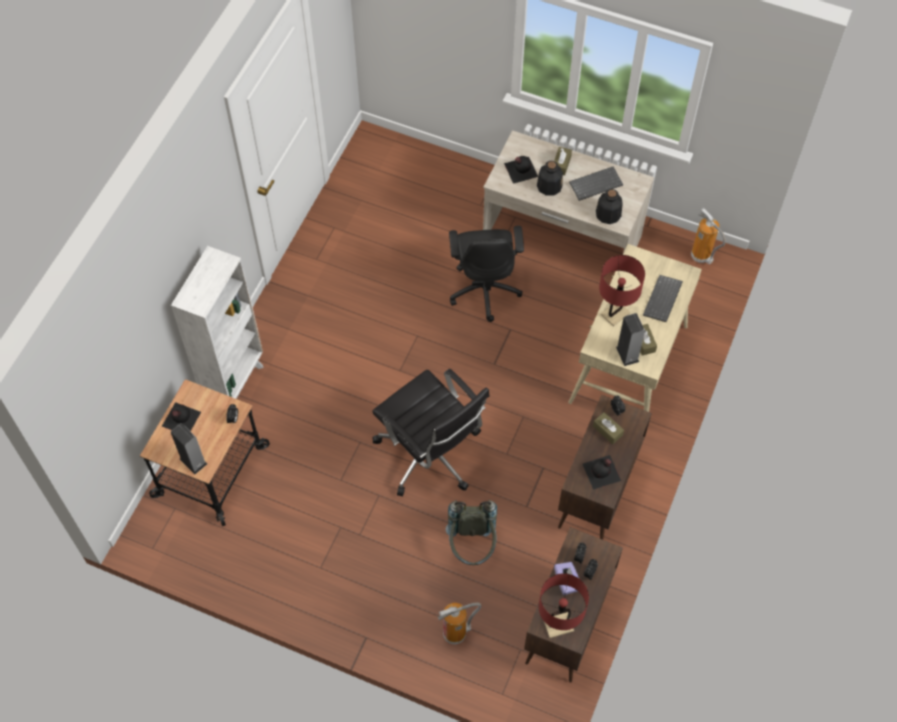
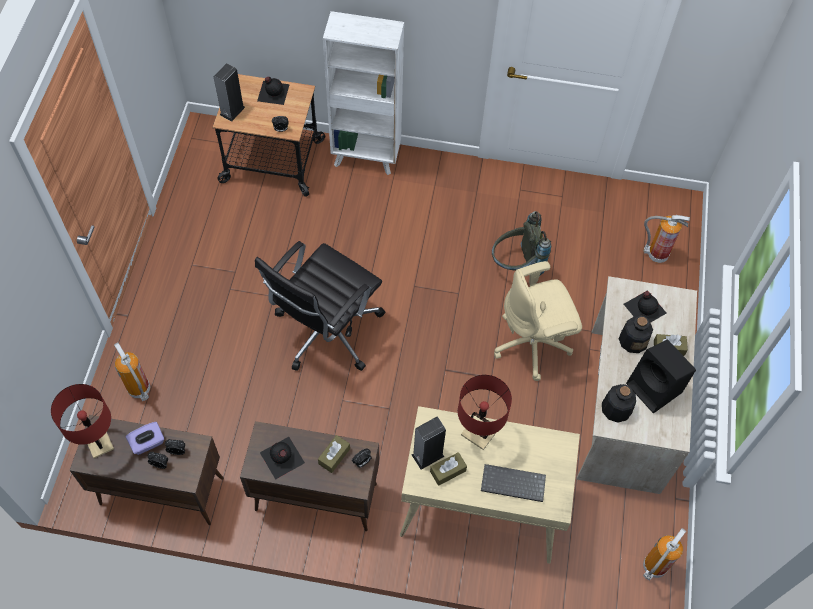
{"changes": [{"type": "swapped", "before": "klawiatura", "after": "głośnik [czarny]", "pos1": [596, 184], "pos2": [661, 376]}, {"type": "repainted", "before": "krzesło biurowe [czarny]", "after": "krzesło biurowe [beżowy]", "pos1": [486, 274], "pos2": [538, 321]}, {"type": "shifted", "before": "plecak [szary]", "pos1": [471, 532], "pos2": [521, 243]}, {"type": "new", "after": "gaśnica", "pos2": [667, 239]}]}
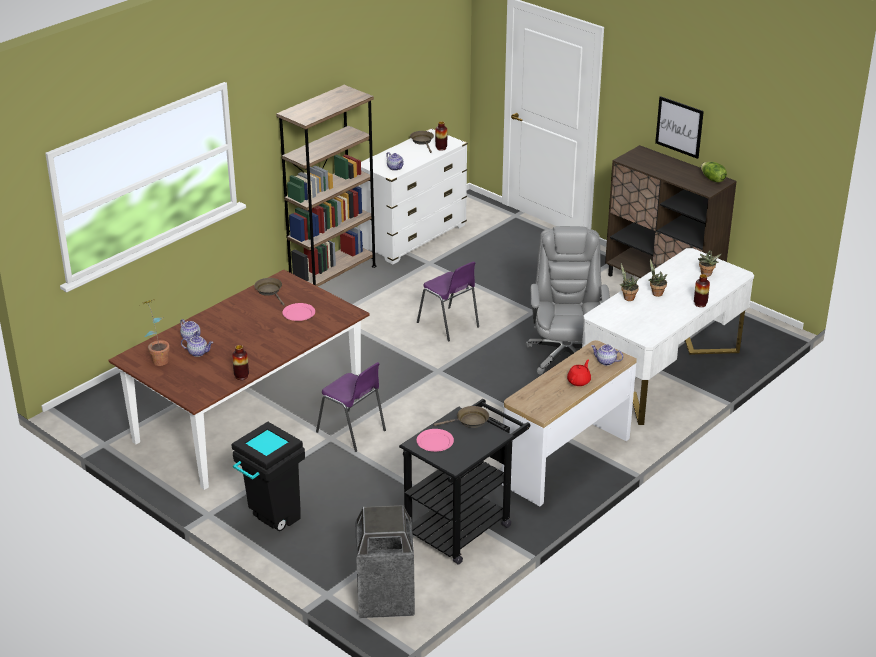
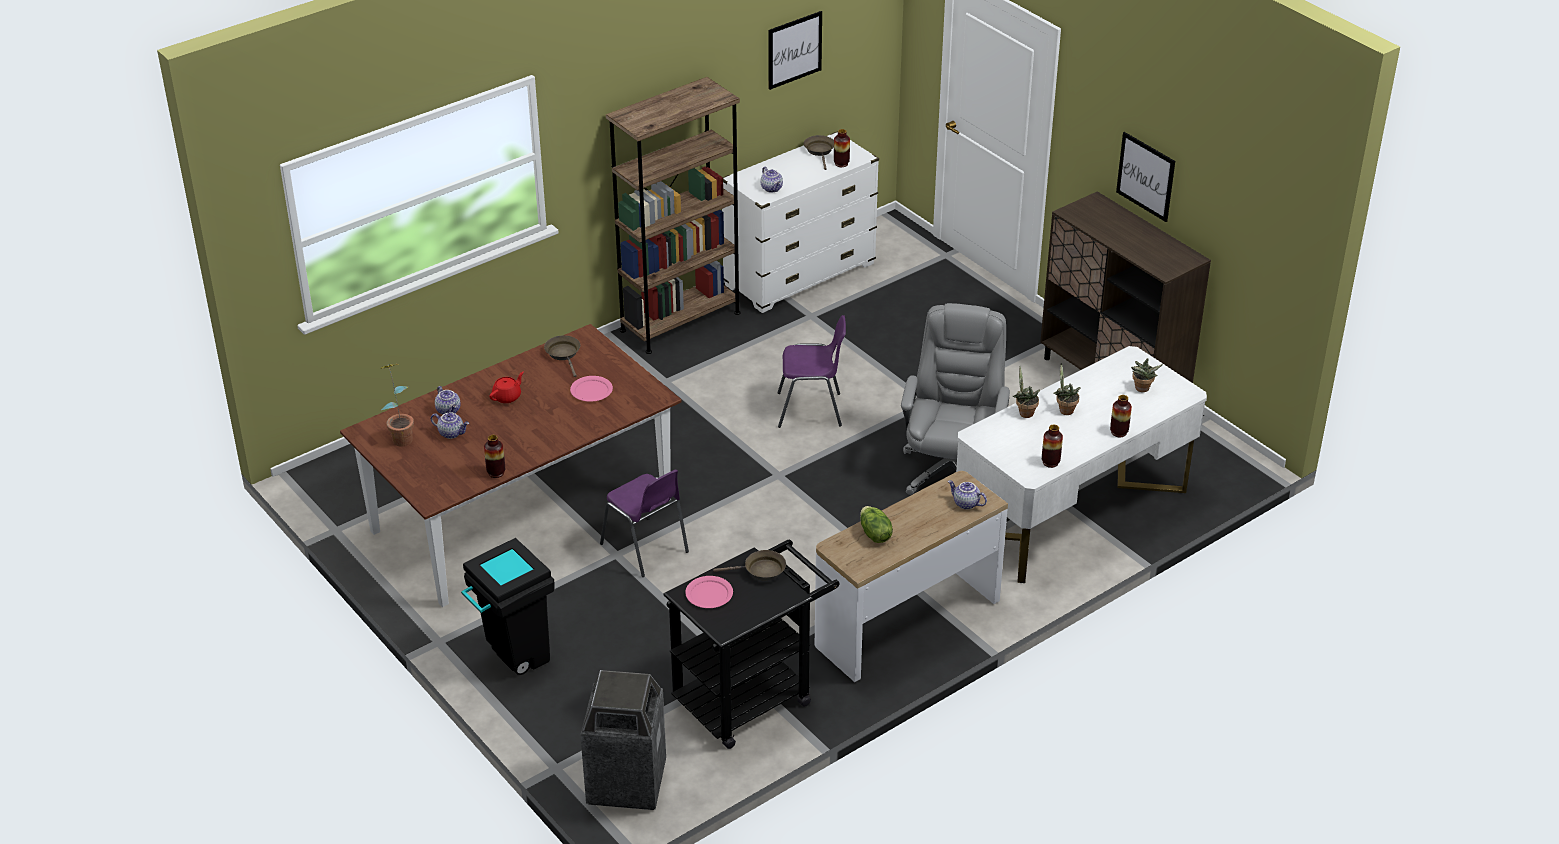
{"changes": [{"type": "shifted", "before": "sałata", "pos1": [714, 172], "pos2": [876, 524]}, {"type": "rotated", "before": "krzesło [fioletowy]", "pos1": [448, 301], "pos2": [811, 371], "turn": -60}, {"type": "shifted", "before": "imbryk [czerwony]", "pos1": [579, 373], "pos2": [507, 387]}, {"type": "new", "after": "obraz", "pos2": [795, 50]}, {"type": "new", "after": "wazon", "pos2": [1052, 446]}]}
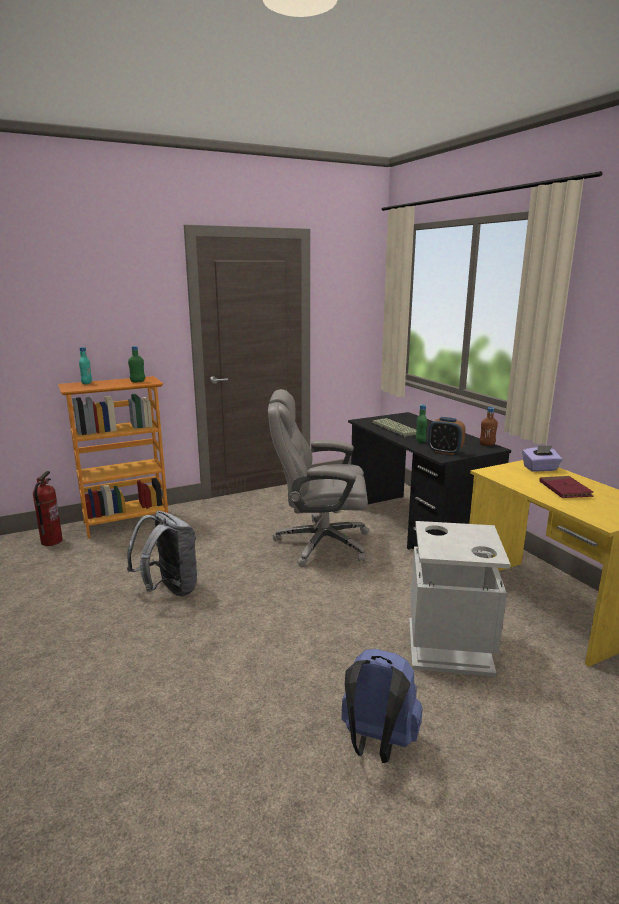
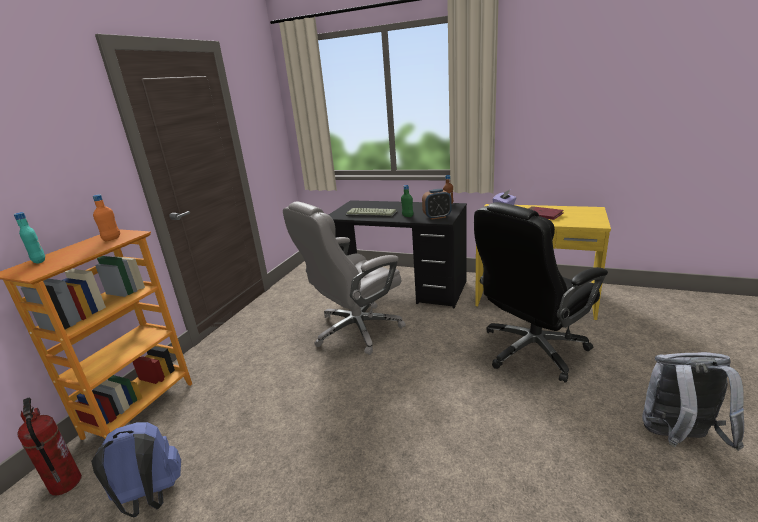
{"changes": [{"type": "repainted", "before": "butelka [zielony]", "after": "butelka [pomarańczowy]", "pos1": [136, 364], "pos2": [106, 217]}, {"type": "shifted", "before": "plecak [szary]", "pos1": [162, 554], "pos2": [693, 401]}, {"type": "swapped", "before": "kosz na śmieci [szary]", "after": "krzesło biurowe [czarny]", "pos1": [460, 599], "pos2": [541, 292]}, {"type": "shifted", "before": "plecak [niebieski]", "pos1": [381, 706], "pos2": [136, 469]}]}
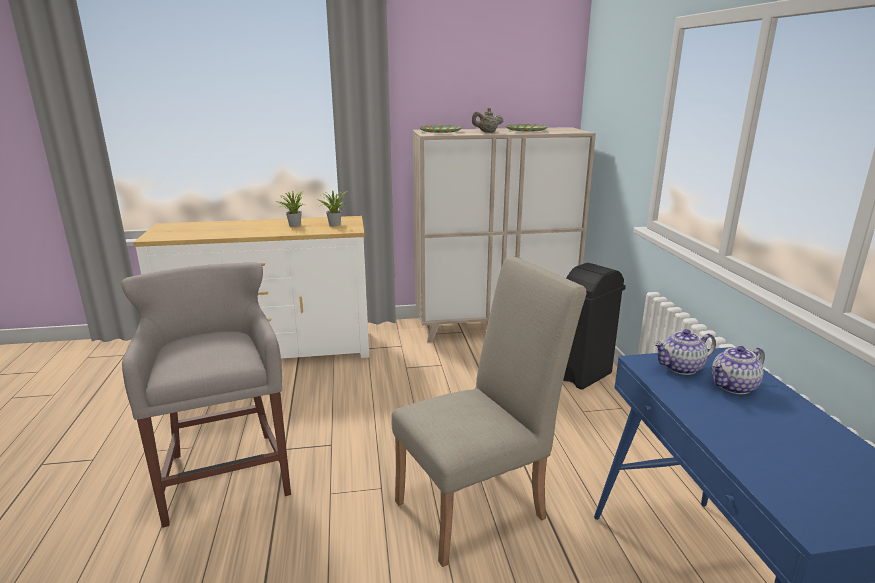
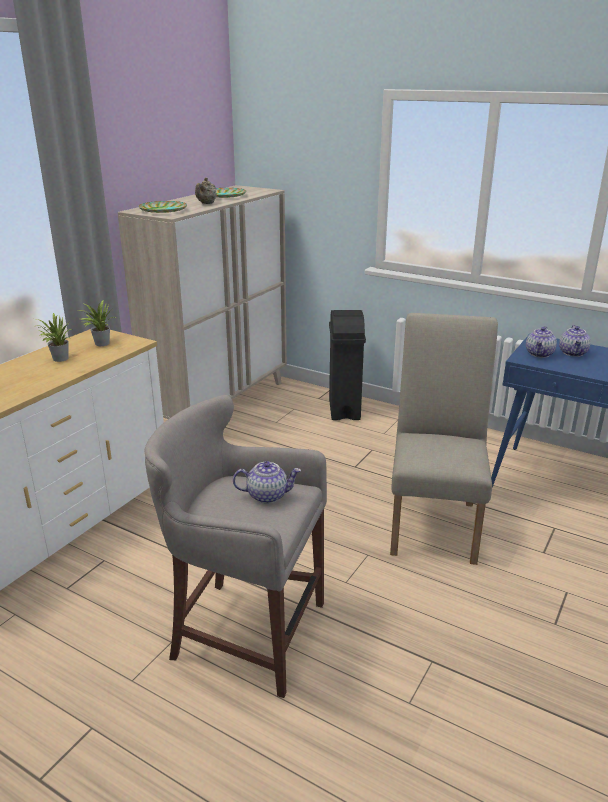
{"changes": [{"type": "new", "after": "imbryk", "pos2": [267, 482]}]}
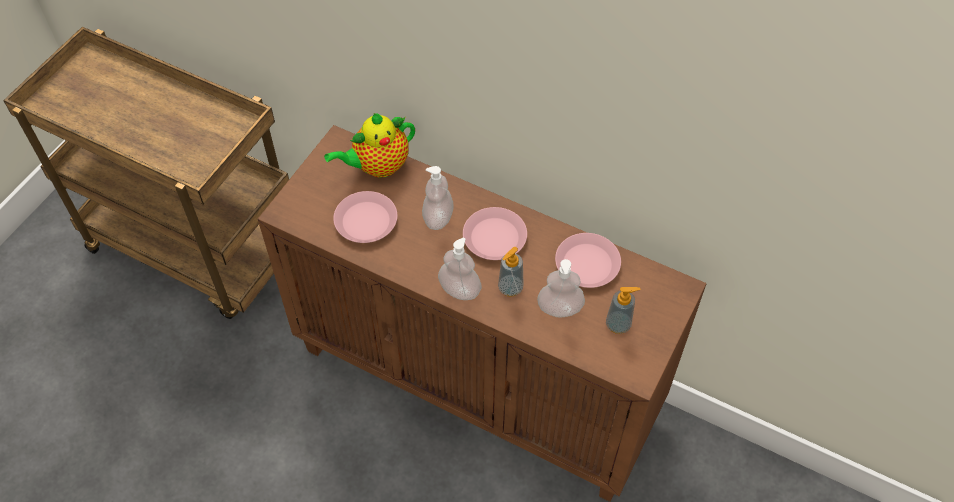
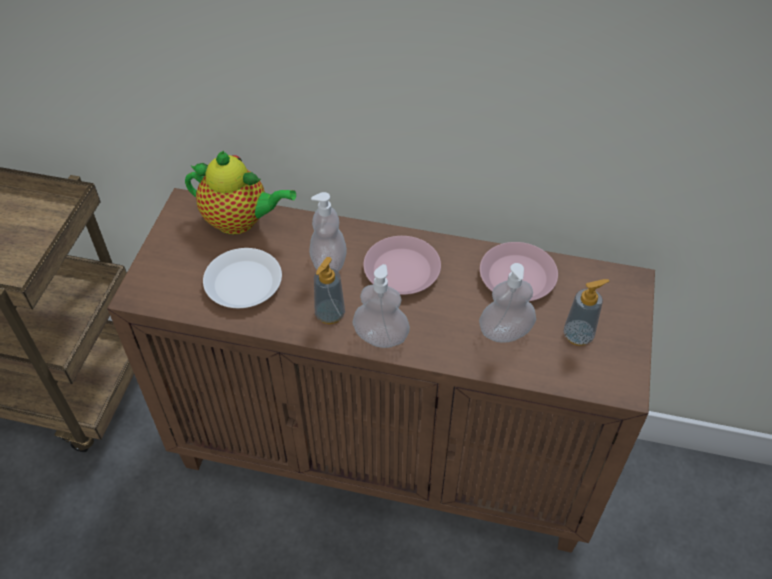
{"changes": [{"type": "rotated", "before": "imbryk", "pos1": [369, 145], "pos2": [240, 193], "turn": -120}, {"type": "repainted", "before": "talerz [różowy]", "after": "talerz [biały]", "pos1": [365, 217], "pos2": [242, 278]}, {"type": "shifted", "before": "dozownik mydła", "pos1": [511, 272], "pos2": [329, 290]}]}
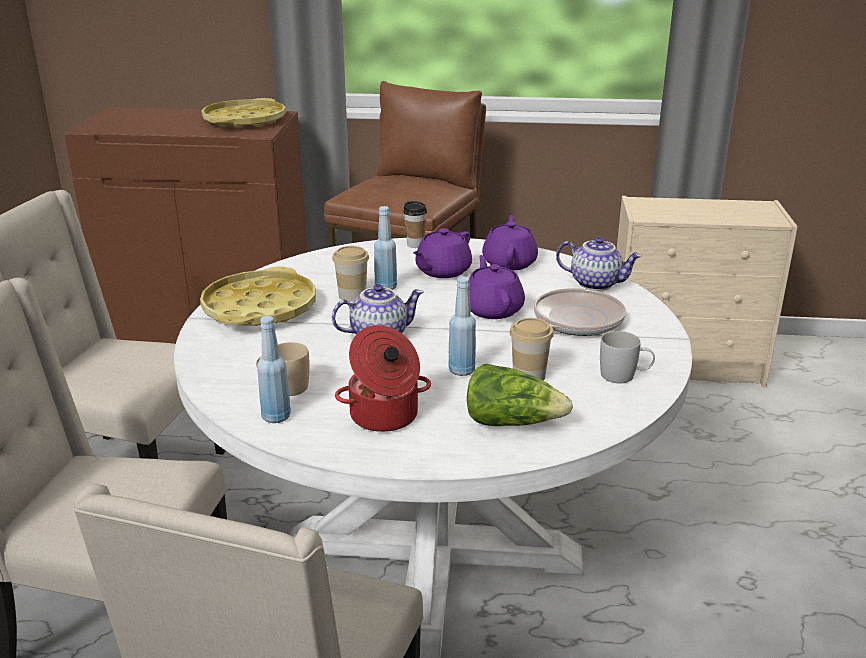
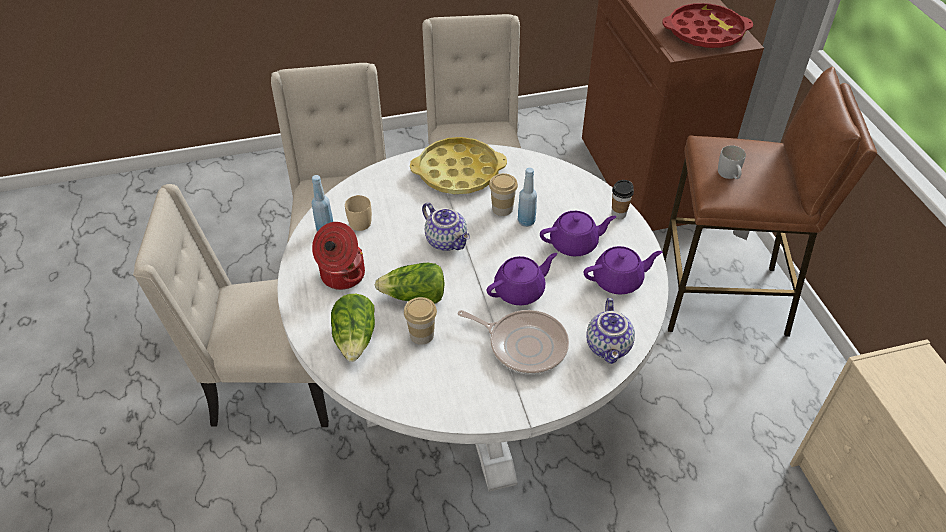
{"changes": [{"type": "repainted", "before": "taca [żółty]", "after": "taca [czerwony]", "pos1": [243, 113], "pos2": [708, 25]}, {"type": "rotated", "before": "imbryk [fioletowy]", "pos1": [442, 253], "pos2": [578, 234], "turn": 150}, {"type": "swapped", "before": "butelka [niebieski]", "after": "sałata", "pos1": [462, 326], "pos2": [410, 283]}, {"type": "shifted", "before": "kubek [biały]", "pos1": [627, 357], "pos2": [732, 162]}]}
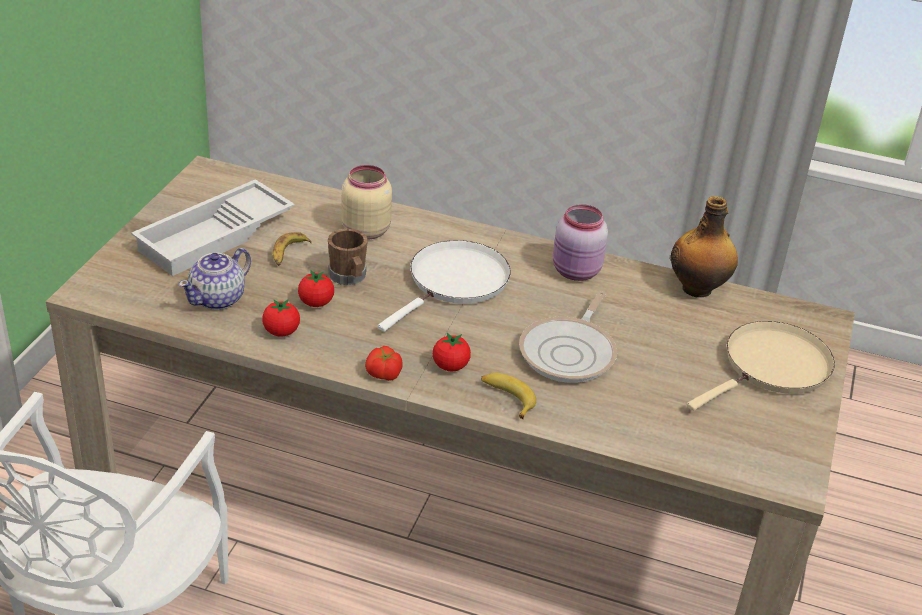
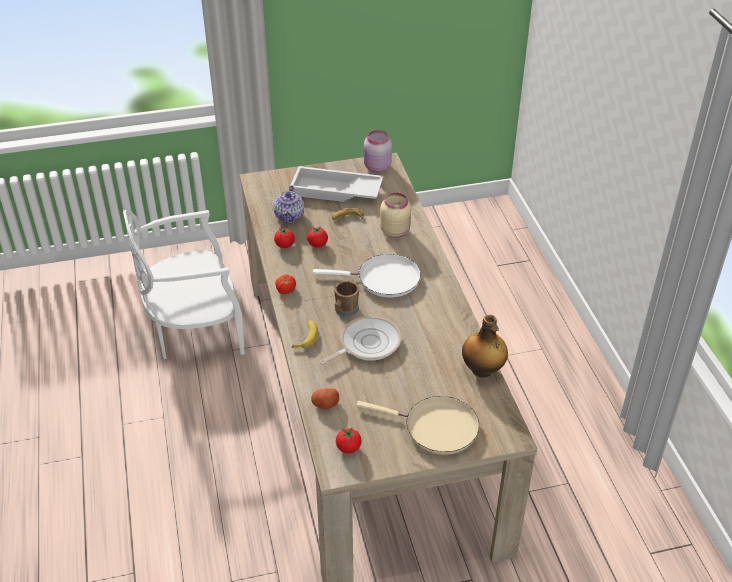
{"changes": [{"type": "shifted", "before": "słoik [różowy]", "pos1": [580, 242], "pos2": [378, 151]}, {"type": "shifted", "before": "kubek [brązowy]", "pos1": [348, 257], "pos2": [346, 298]}, {"type": "rotated", "before": "imbryk", "pos1": [215, 279], "pos2": [288, 204], "turn": -90}, {"type": "rotated", "before": "patelnia", "pos1": [568, 337], "pos2": [360, 340], "turn": 150}, {"type": "shifted", "before": "pomidor", "pos1": [452, 352], "pos2": [349, 440]}, {"type": "new", "after": "ziemniak", "pos2": [325, 399]}]}
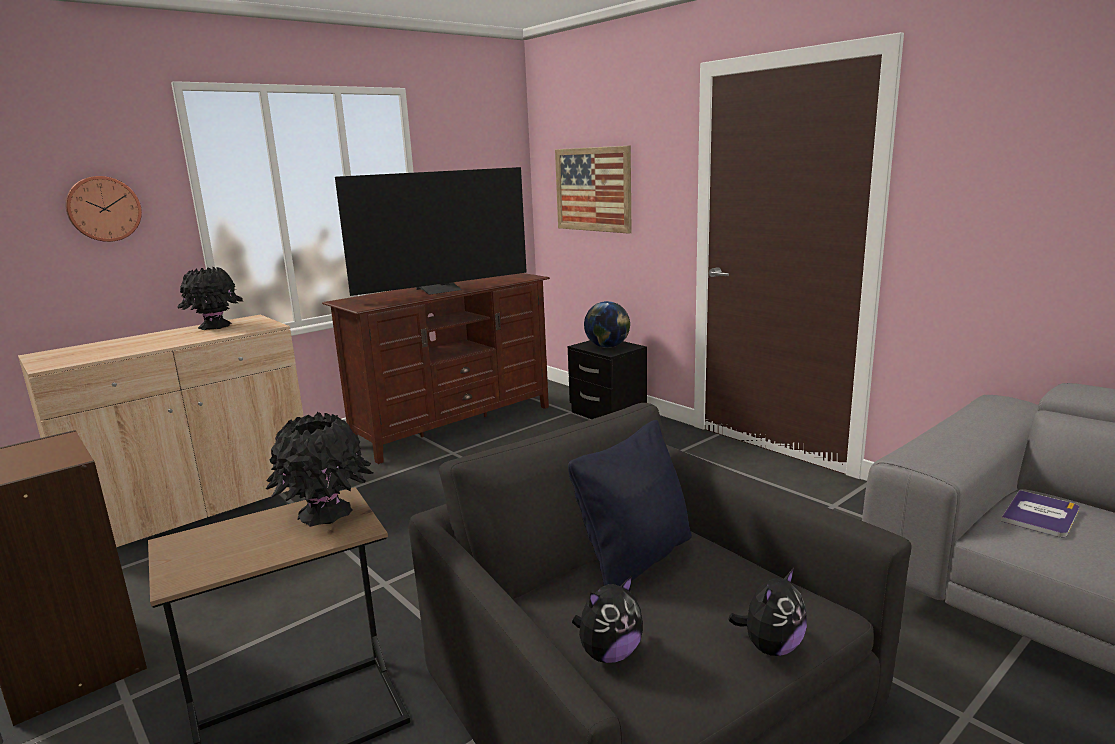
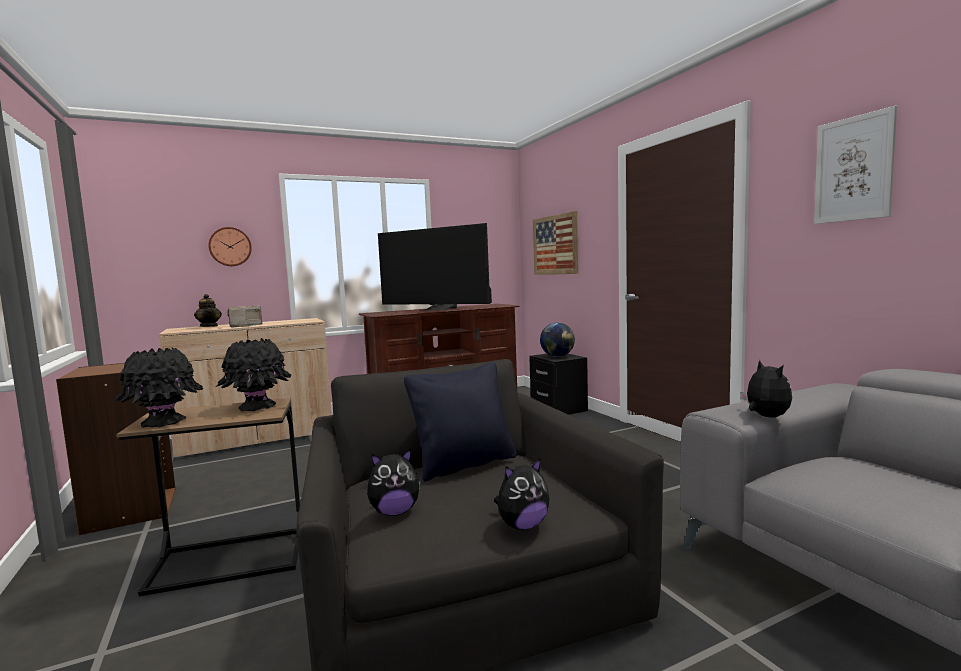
{"changes": [{"type": "rotated", "before": "telewizor", "pos1": [431, 231], "pos2": [435, 266], "turn": 45}, {"type": "shifted", "before": "wazon [czarny]", "pos1": [210, 298], "pos2": [158, 388]}, {"type": "gone", "before": "książka", "pos1": [1040, 513]}, {"type": "new", "after": "obraz", "pos2": [855, 165]}, {"type": "new", "after": "imbryk", "pos2": [208, 310]}, {"type": "new", "after": "radio", "pos2": [245, 317]}, {"type": "new", "after": "pluszak", "pos2": [766, 389]}]}
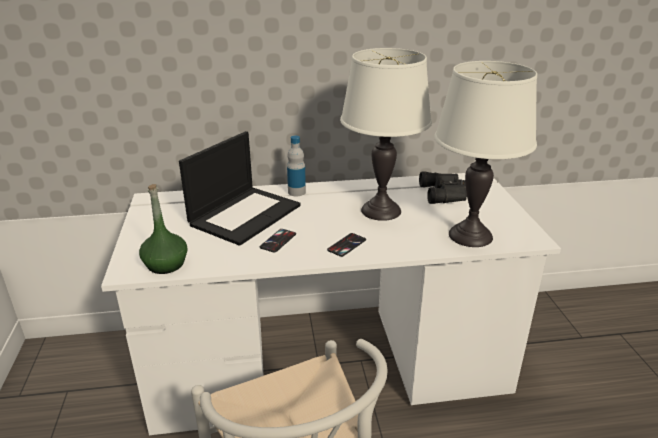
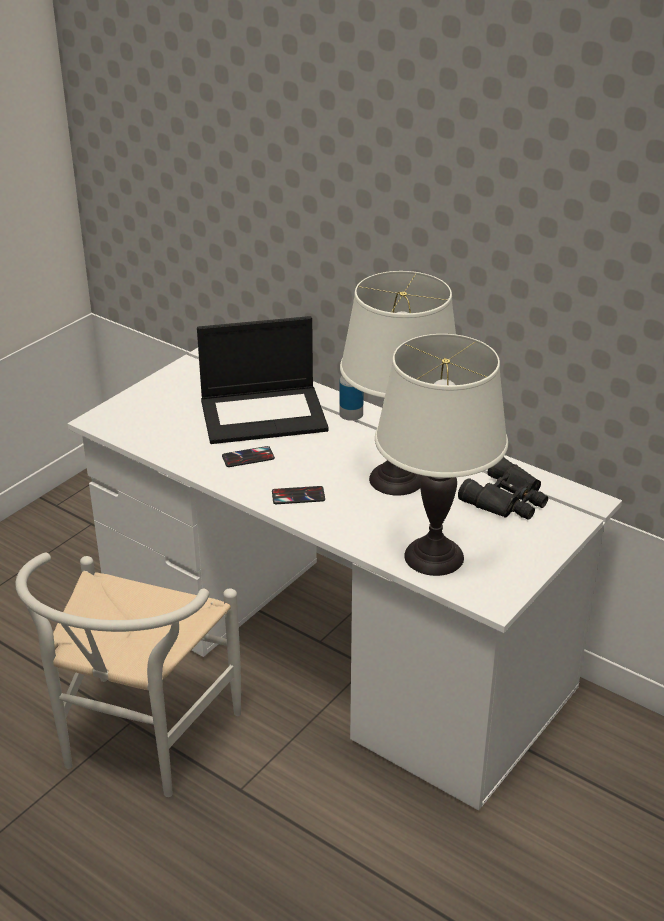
{"changes": [{"type": "gone", "before": "butelka [zielony]", "pos1": [163, 229]}]}
